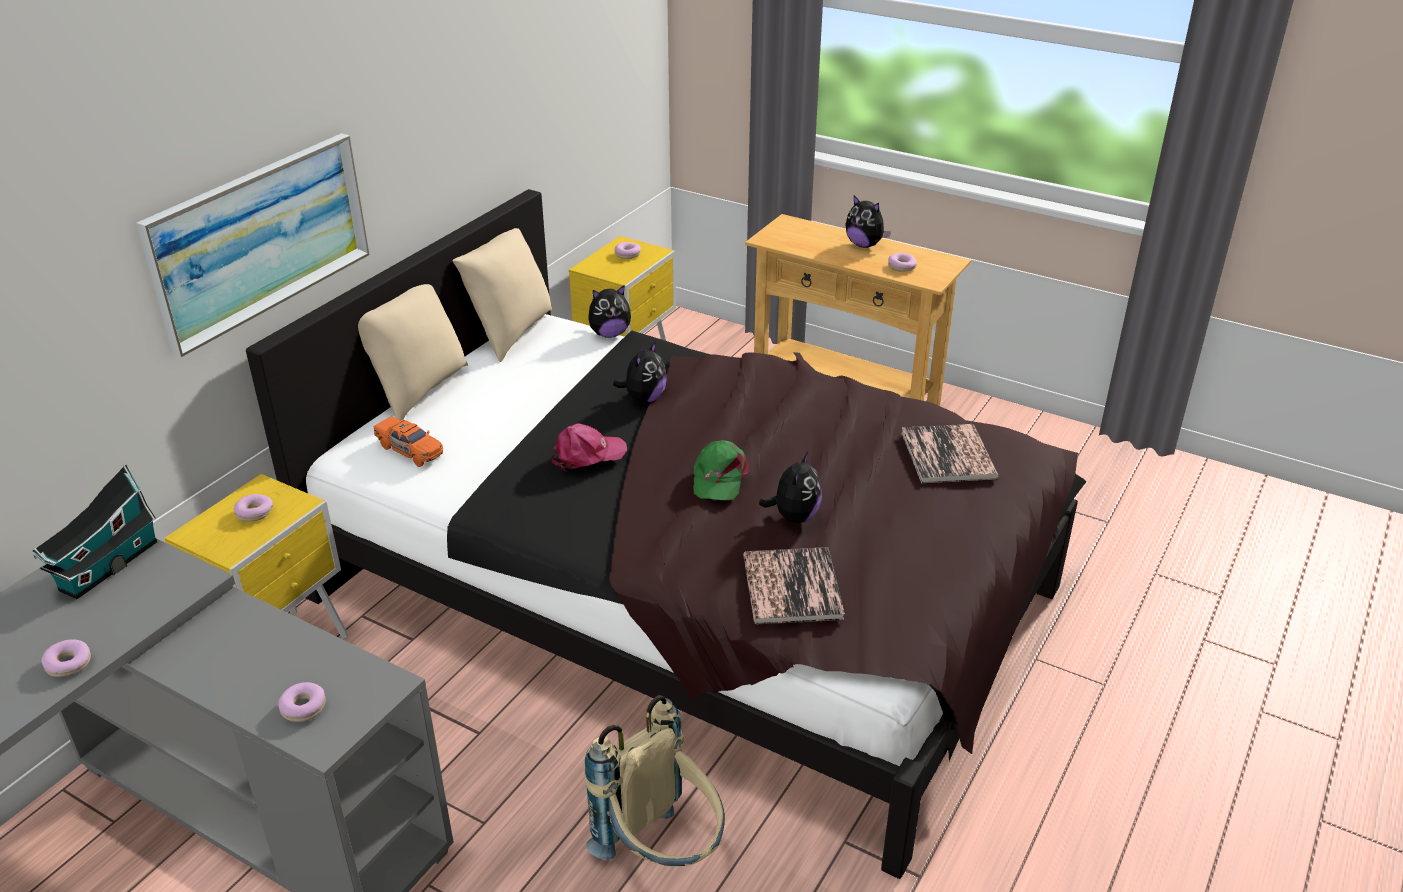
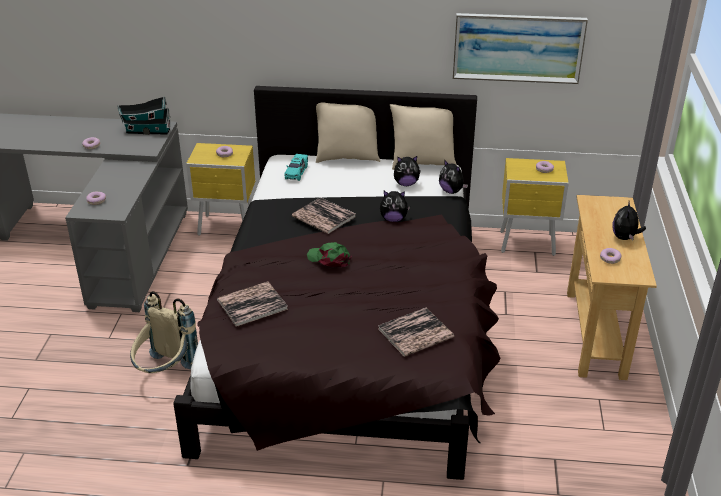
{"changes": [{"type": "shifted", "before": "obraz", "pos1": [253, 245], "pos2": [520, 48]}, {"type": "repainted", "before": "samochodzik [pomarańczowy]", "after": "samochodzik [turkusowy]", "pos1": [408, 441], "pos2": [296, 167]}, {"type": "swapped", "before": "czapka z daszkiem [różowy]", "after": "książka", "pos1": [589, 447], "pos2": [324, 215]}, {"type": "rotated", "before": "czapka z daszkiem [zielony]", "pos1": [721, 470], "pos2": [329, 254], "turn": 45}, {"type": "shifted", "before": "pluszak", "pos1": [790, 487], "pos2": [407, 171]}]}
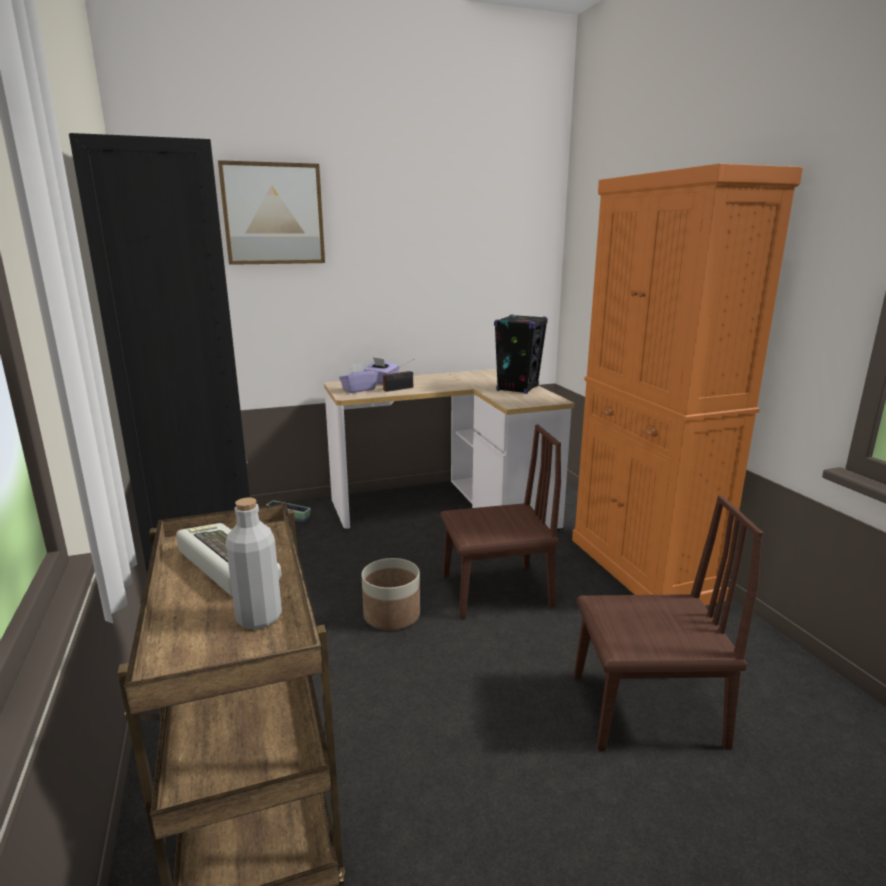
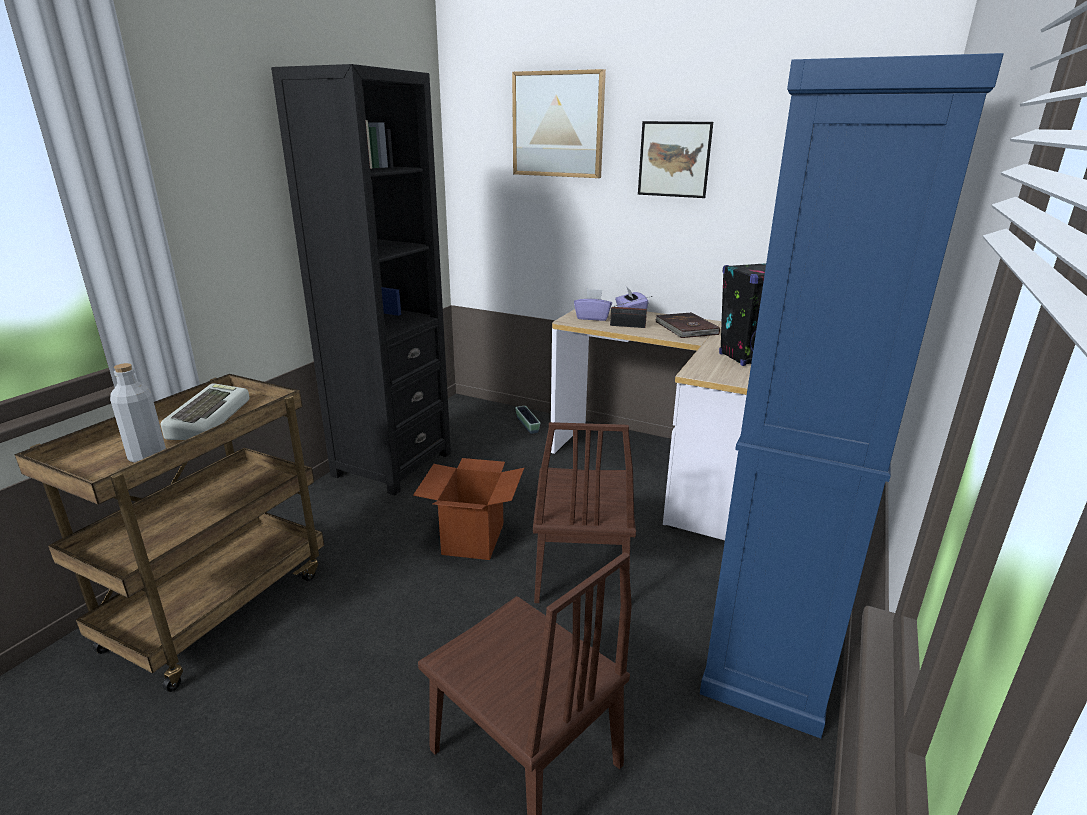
{"changes": [{"type": "repainted", "before": "szafka [pomarańczowy]", "after": "szafka [niebieski]", "pos1": [687, 384], "pos2": [852, 395]}, {"type": "rotated", "before": "krzesło [brązowy]", "pos1": [501, 521], "pos2": [584, 512], "turn": 60}, {"type": "swapped", "before": "donica", "after": "karton", "pos1": [391, 594], "pos2": [468, 509]}, {"type": "new", "after": "obraz", "pos2": [675, 159]}, {"type": "new", "after": "książka [brązowy]", "pos2": [687, 325]}]}
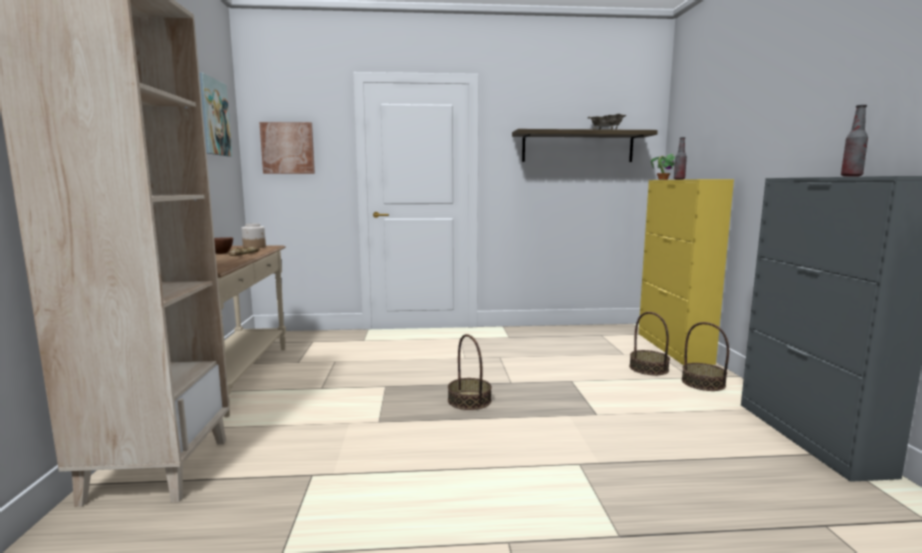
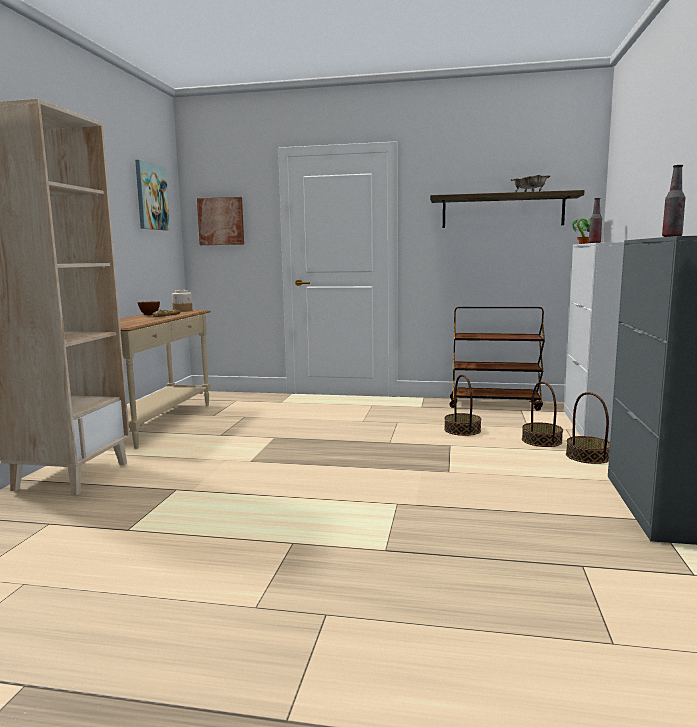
{"changes": [{"type": "repainted", "before": "szafka [żółty]", "after": "szafka [biały]", "pos1": [686, 272], "pos2": [594, 342]}, {"type": "shifted", "before": "koszyk", "pos1": [470, 372], "pos2": [463, 405]}, {"type": "new", "after": "wózek [brązowy]", "pos2": [497, 359]}]}
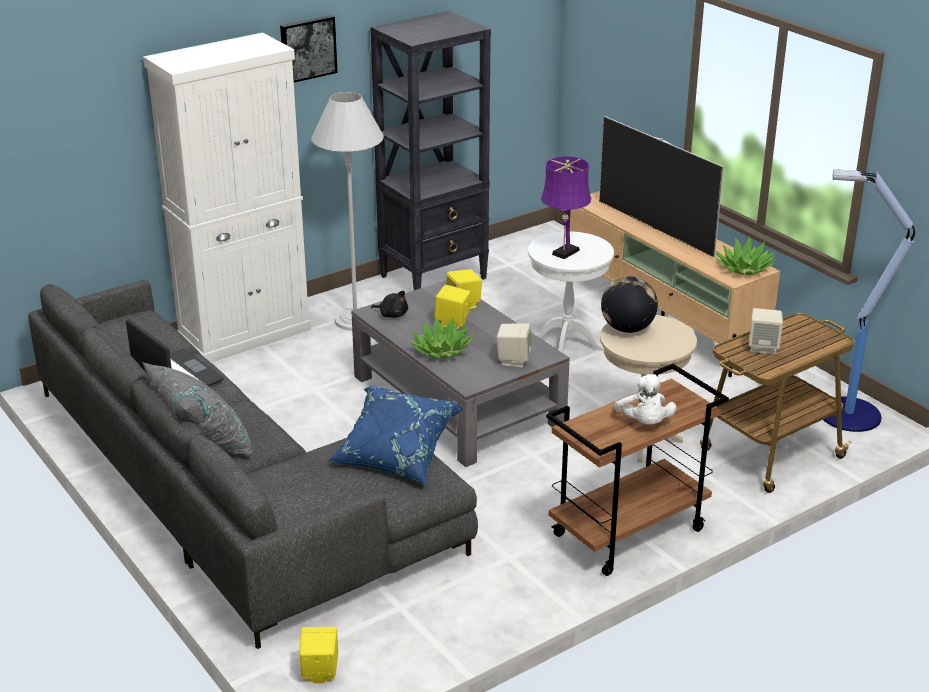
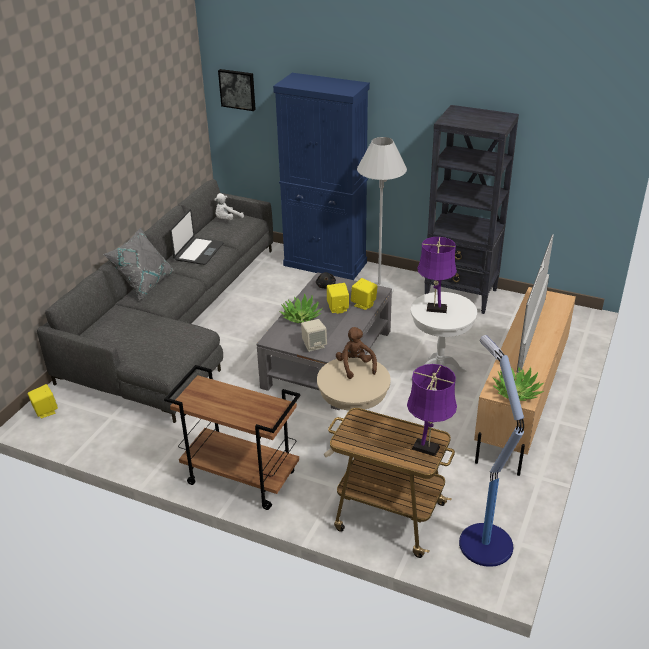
{"changes": [{"type": "shifted", "before": "obraz", "pos1": [309, 48], "pos2": [237, 90]}, {"type": "repainted", "before": "szafka [biały]", "after": "szafka [niebieski]", "pos1": [227, 197], "pos2": [321, 176]}, {"type": "swapped", "before": "globus", "after": "pluszak [brązowy]", "pos1": [629, 304], "pos2": [356, 353]}, {"type": "gone", "before": "głośnik [beżowy]", "pos1": [766, 331]}, {"type": "shifted", "before": "pluszak [biały]", "pos1": [645, 399], "pos2": [229, 206]}, {"type": "gone", "before": "poduszka [niebieski]", "pos1": [396, 434]}, {"type": "new", "after": "lampa stołowa [fioletowy]", "pos2": [432, 410]}]}
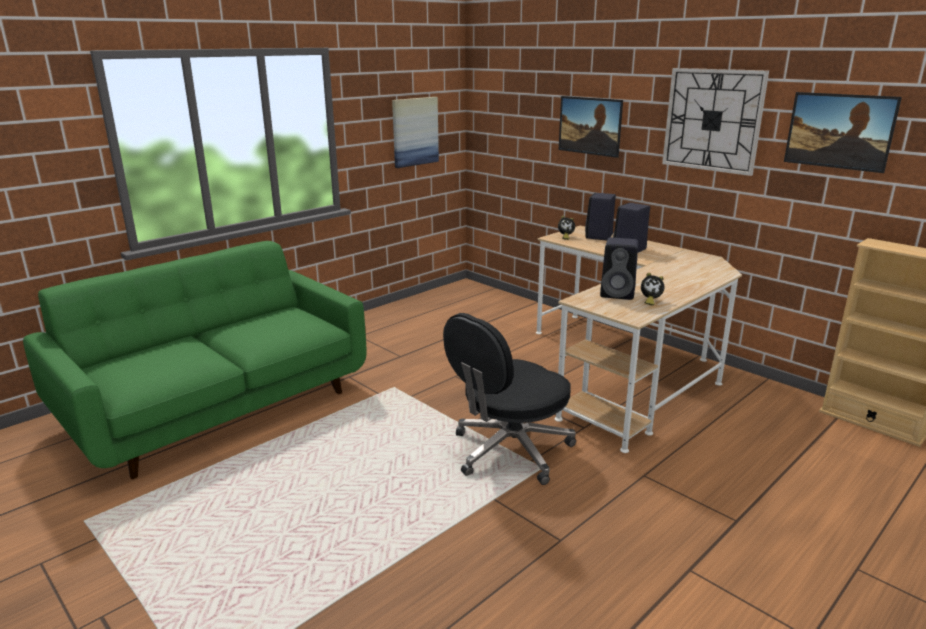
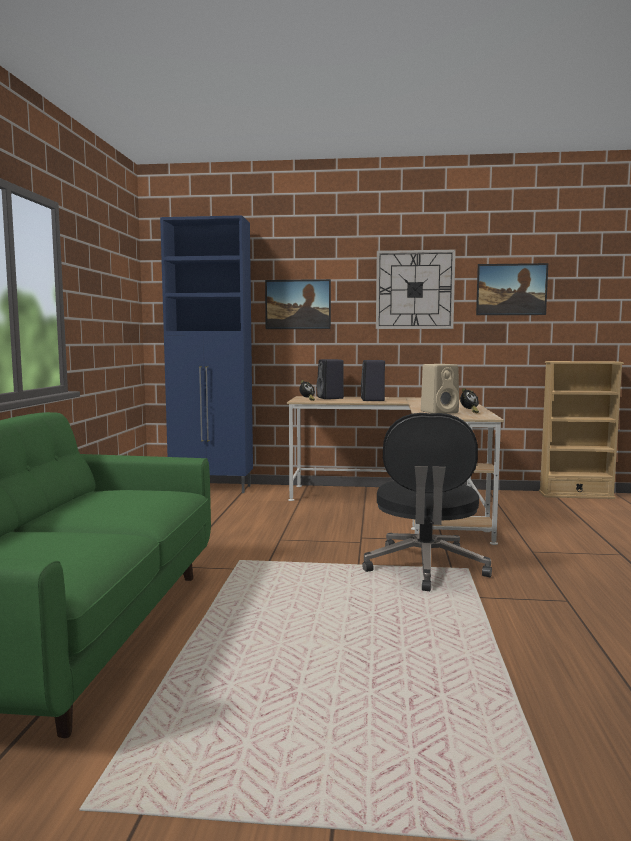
{"changes": [{"type": "gone", "before": "obraz", "pos1": [415, 132]}, {"type": "repainted", "before": "głośnik [czarny]", "after": "głośnik [beżowy]", "pos1": [619, 268], "pos2": [440, 389]}, {"type": "new", "after": "szafka [niebieski]", "pos2": [206, 354]}]}
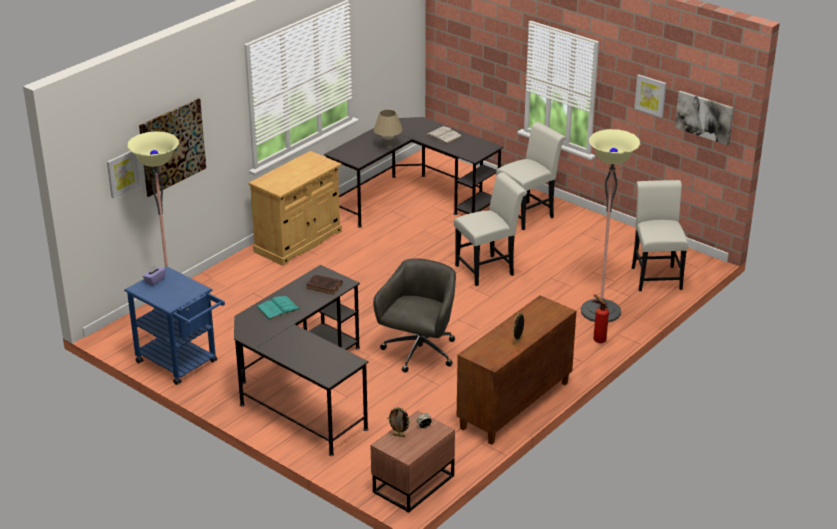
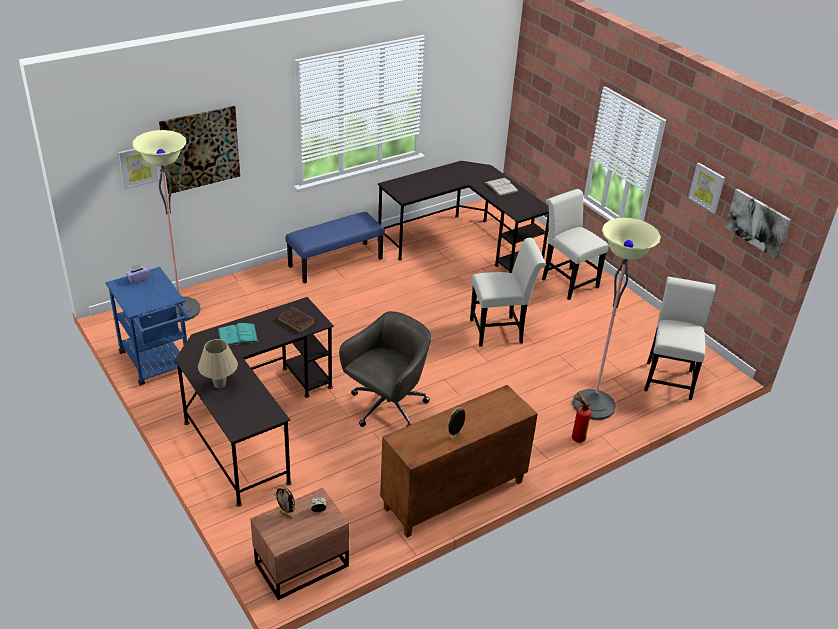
{"changes": [{"type": "shifted", "before": "lampa stołowa [beżowy]", "pos1": [388, 128], "pos2": [218, 363]}, {"type": "rotated", "before": "krzesło [biały]", "pos1": [531, 176], "pos2": [575, 244], "turn": -105}, {"type": "swapped", "before": "szafka [beżowy]", "after": "ławka [niebieski]", "pos1": [295, 208], "pos2": [335, 247]}]}
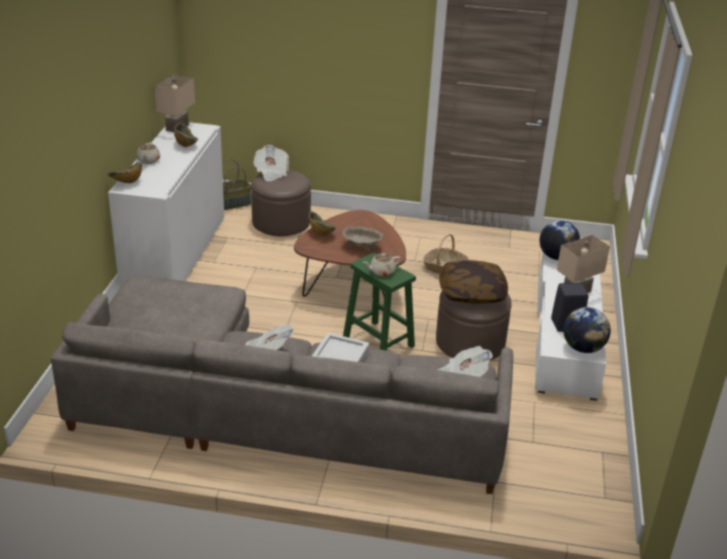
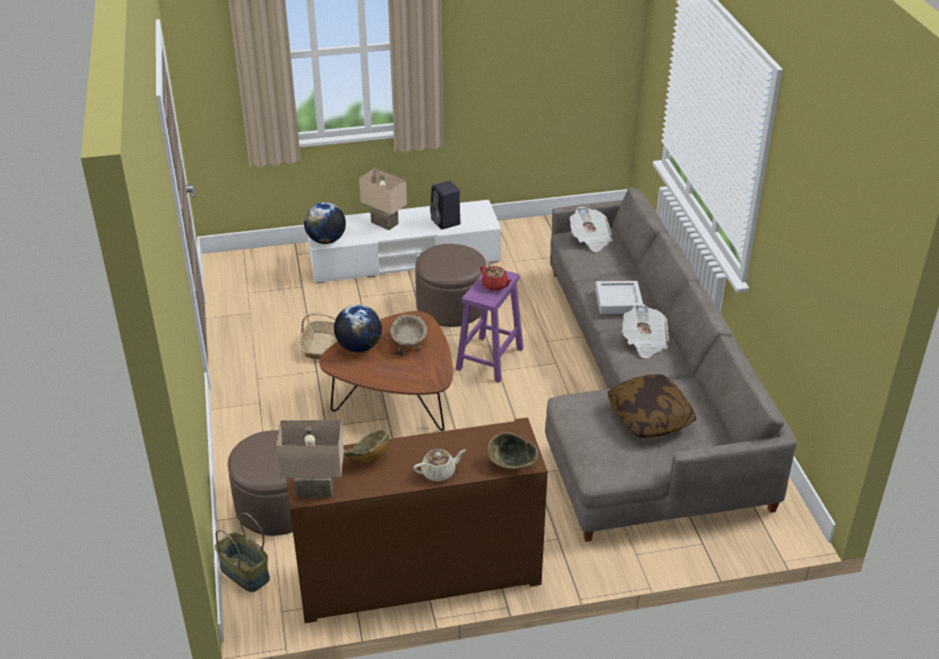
{"changes": [{"type": "repainted", "before": "szafka [biały]", "after": "szafka [brązowy]", "pos1": [166, 206], "pos2": [417, 520]}, {"type": "gone", "before": "gazeta", "pos1": [271, 163]}, {"type": "gone", "before": "miska", "pos1": [322, 223]}, {"type": "repainted", "before": "stołek [zielony]", "after": "stołek [fioletowy]", "pos1": [379, 302], "pos2": [489, 324]}, {"type": "repainted", "before": "imbryk [beżowy]", "after": "imbryk [czerwony]", "pos1": [382, 264], "pos2": [496, 278]}, {"type": "shifted", "before": "poduszka", "pos1": [473, 282], "pos2": [652, 406]}, {"type": "shifted", "before": "globus", "pos1": [587, 330], "pos2": [358, 328]}]}
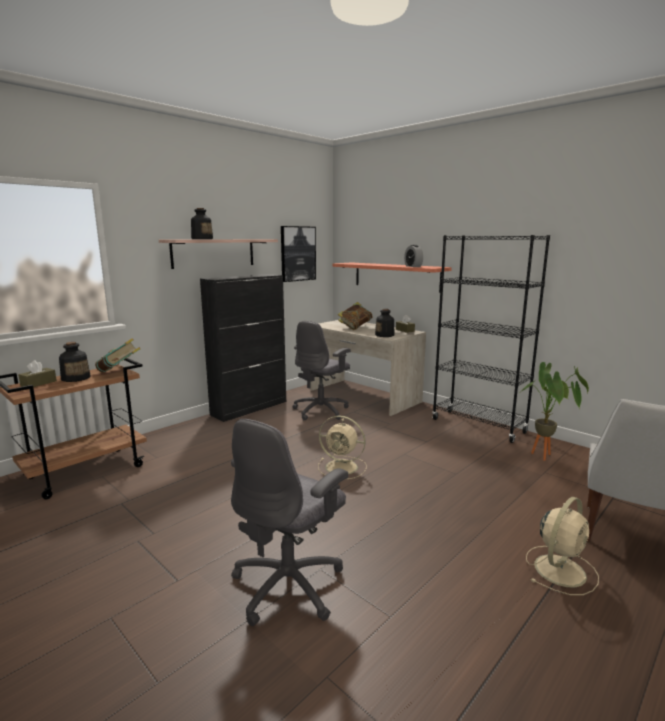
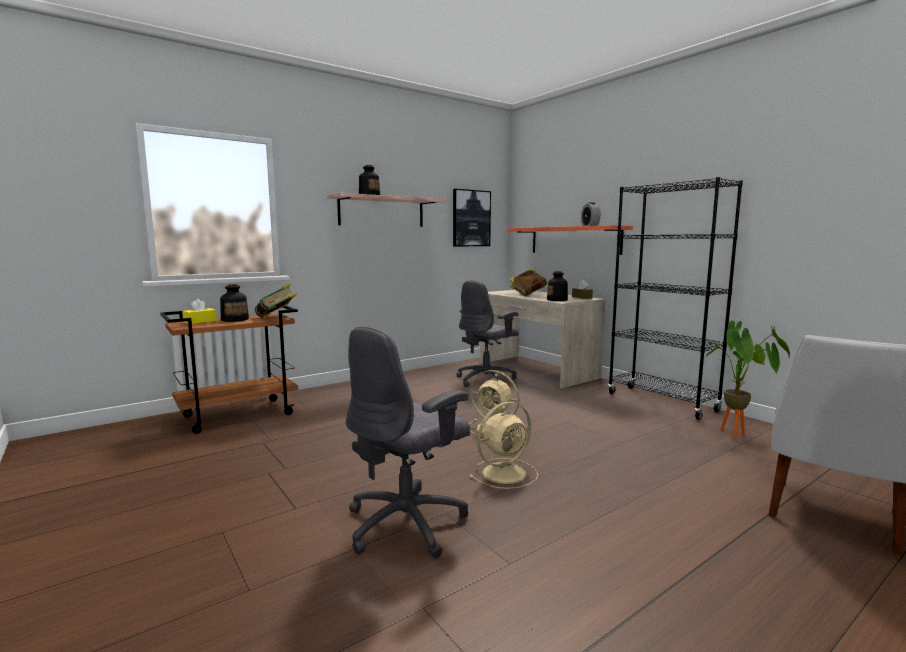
{"changes": [{"type": "gone", "before": "szafka [czarny]", "pos1": [243, 348]}, {"type": "repainted", "before": "pudełko chusteczek [brązowy]", "after": "pudełko chusteczek [żółty]", "pos1": [37, 373], "pos2": [199, 311]}, {"type": "shifted", "before": "wentylator [beżowy]", "pos1": [562, 546], "pos2": [504, 445]}]}
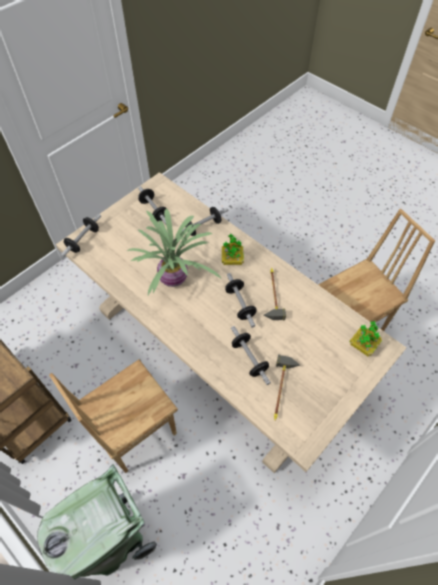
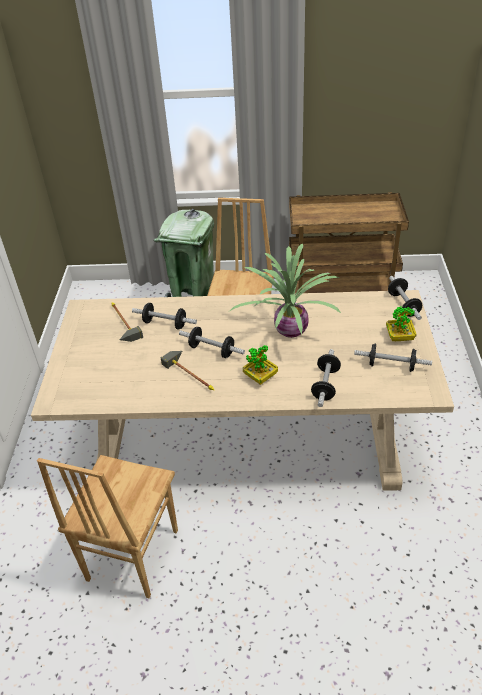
{"changes": [{"type": "shifted", "before": "roślina doniczkowa", "pos1": [366, 338], "pos2": [401, 323]}]}
